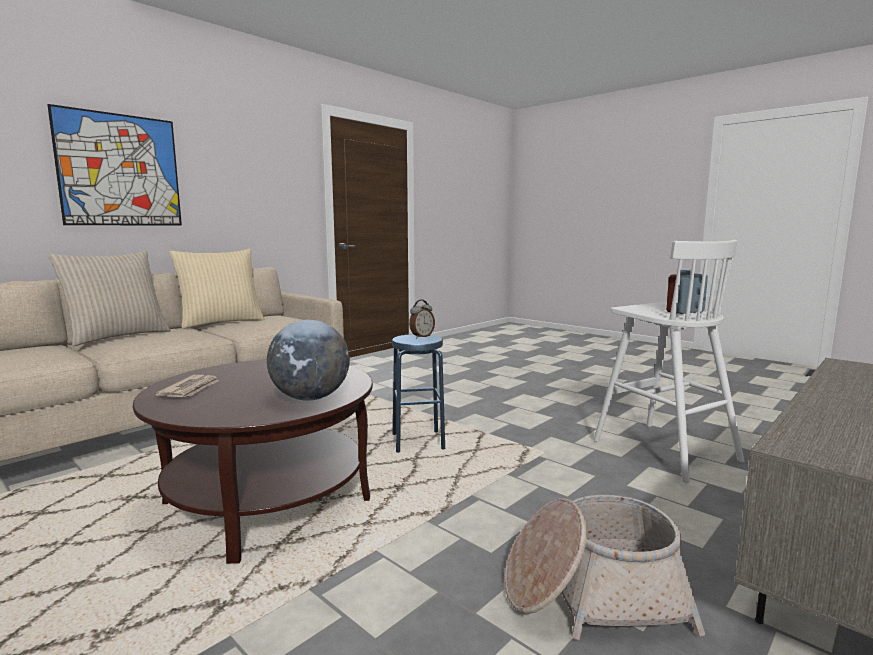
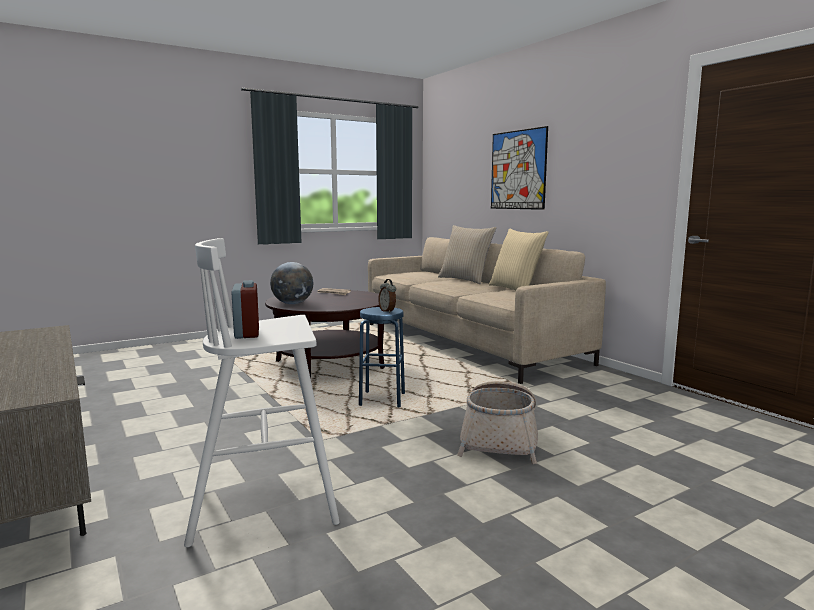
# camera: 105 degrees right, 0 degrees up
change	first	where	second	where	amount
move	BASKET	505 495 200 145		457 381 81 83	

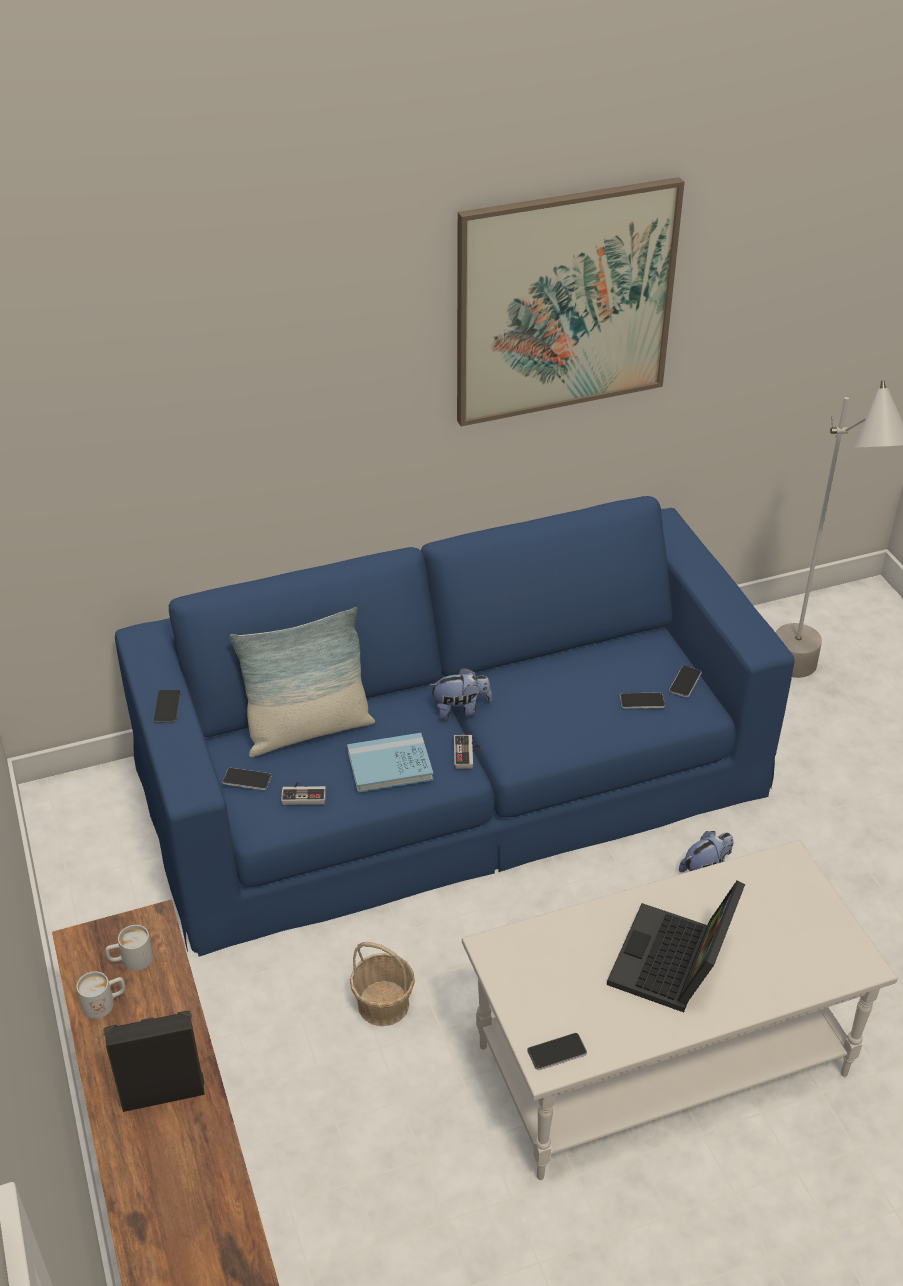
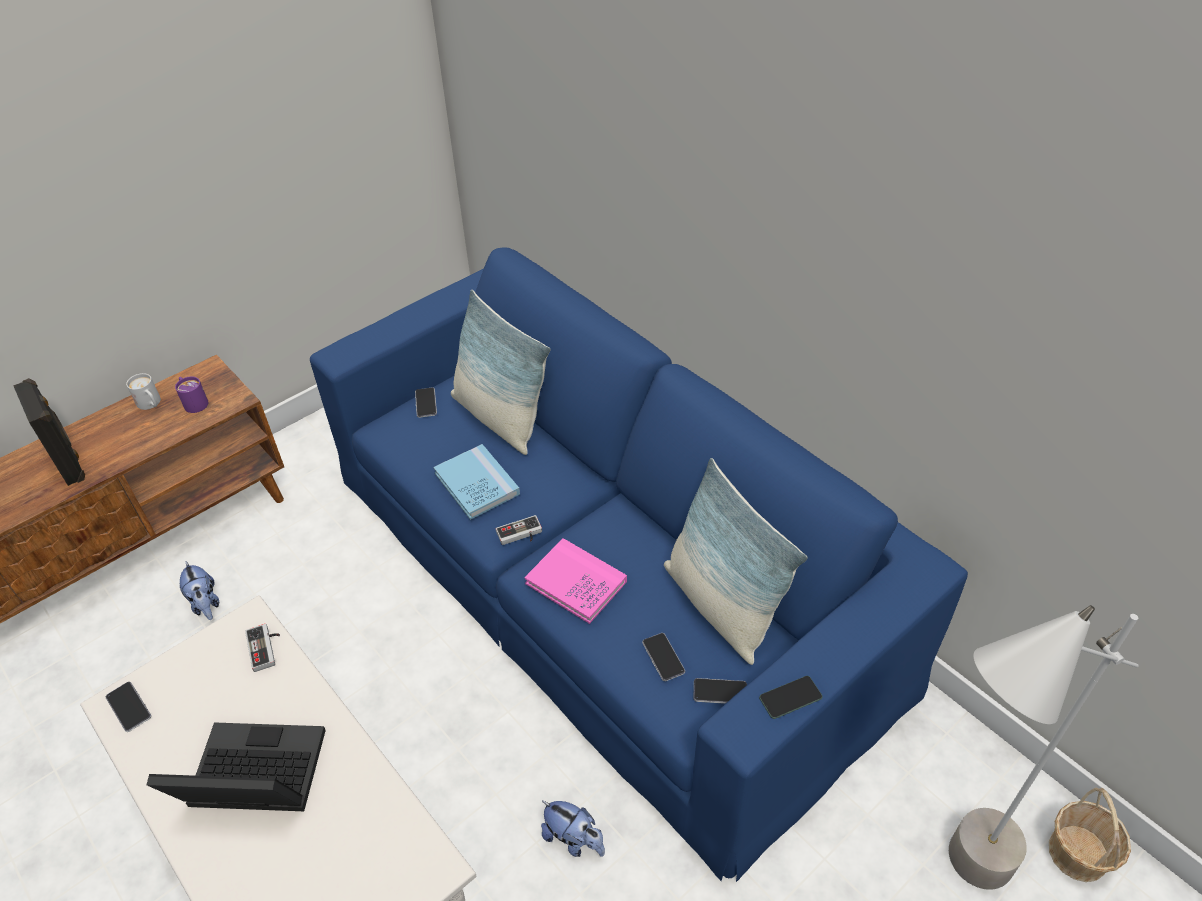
# camera: 70 degrees right, 5 degrees up
change	first	where	second	where	amount
recolor	WHITE MUG	105 925 48 46	PURPLE MUG	175 376 34 37	
move	PLUSH TOY	429 668 63 53		180 561 39 59	
move	GAME CONTROLLER	281 782 45 23		245 624 35 48	
insert			PINK BOOK	524 538 103 86	
insert			PILLOW	664 458 144 207	
move	PHONE	153 690 28 33		759 676 63 43	
move	BASKET	350 942 65 84		1049 788 82 94	
delete	PICTURE	457 177 228 249			

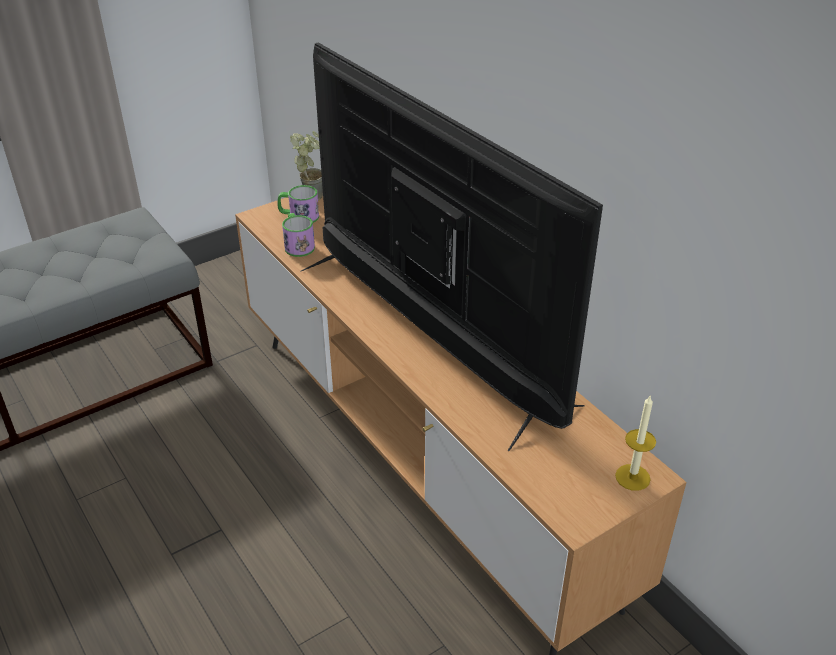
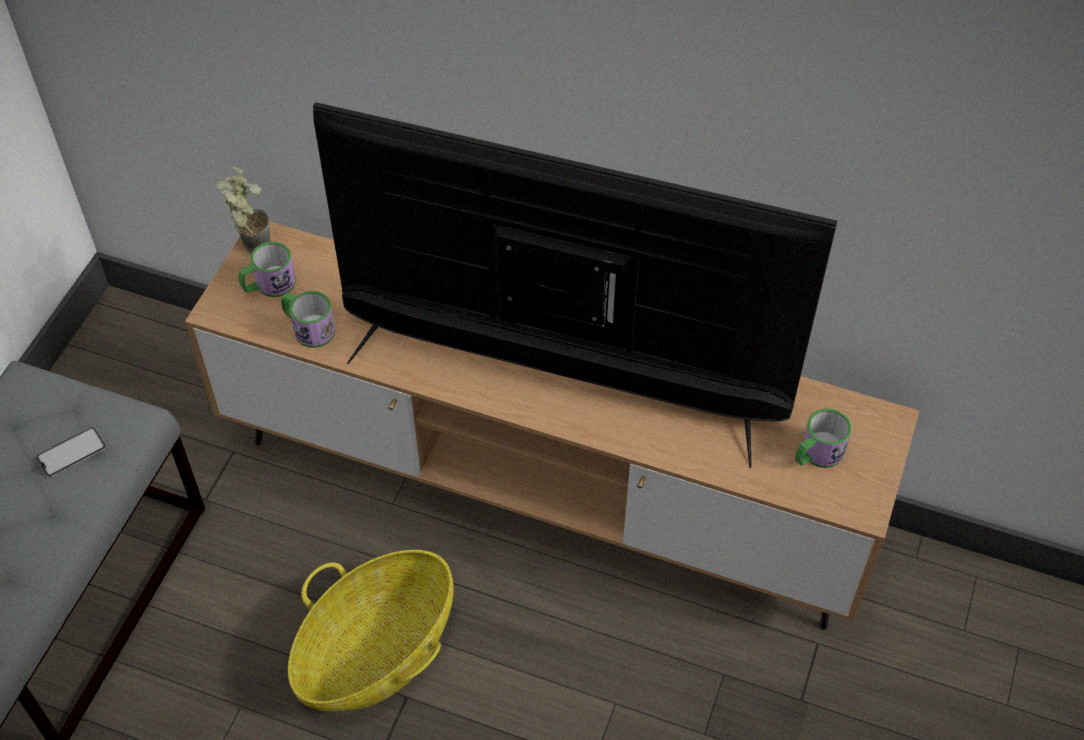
# camera: 35 degrees left, 15 degrees up
change	first	where	second	where	amount
insert			PHONE	37 427 68 50	
insert			BASKET	288 550 166 162	
insert			MUG	795 408 57 60	
delete	CANDLE	615 396 41 95			

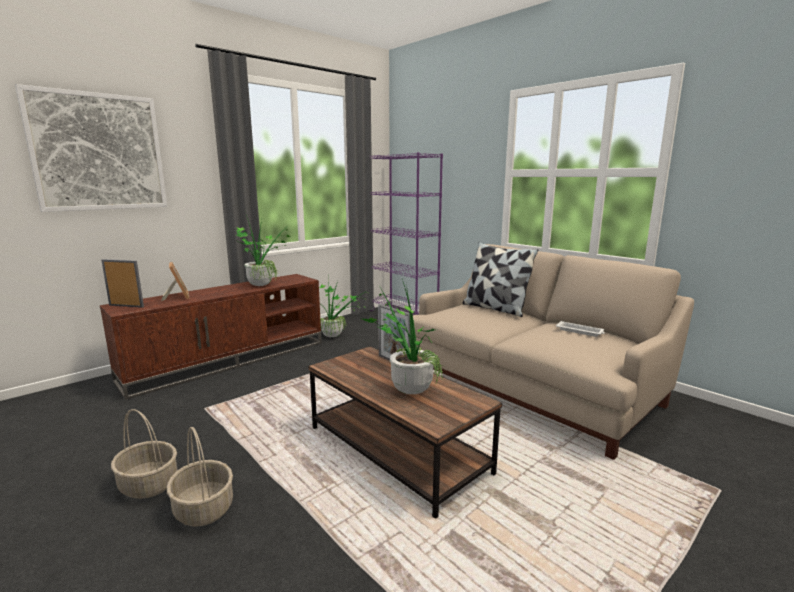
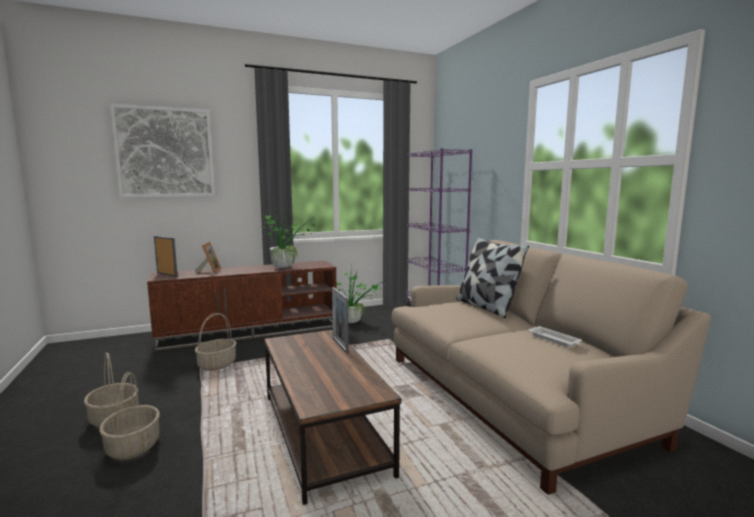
# camera: 20 degrees right, 5 degrees down
change	first	where	second	where	amount
insert			BASKET	195 313 41 58	
delete	POTTED PLANT	362 279 82 115			

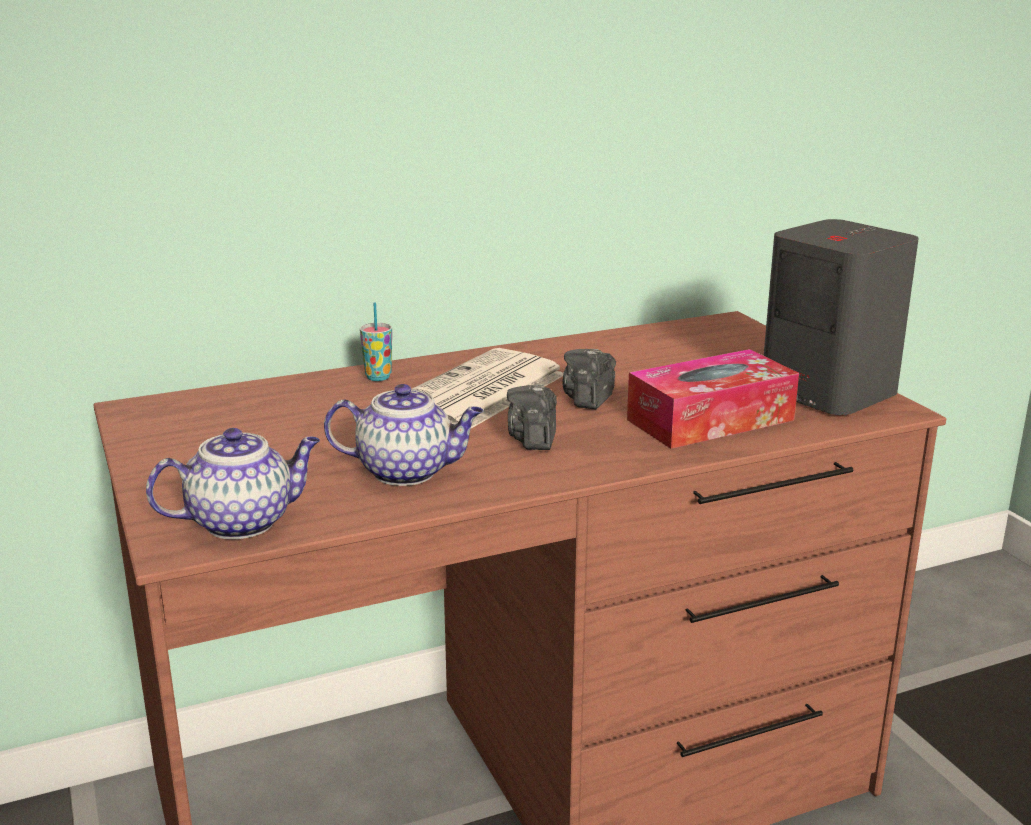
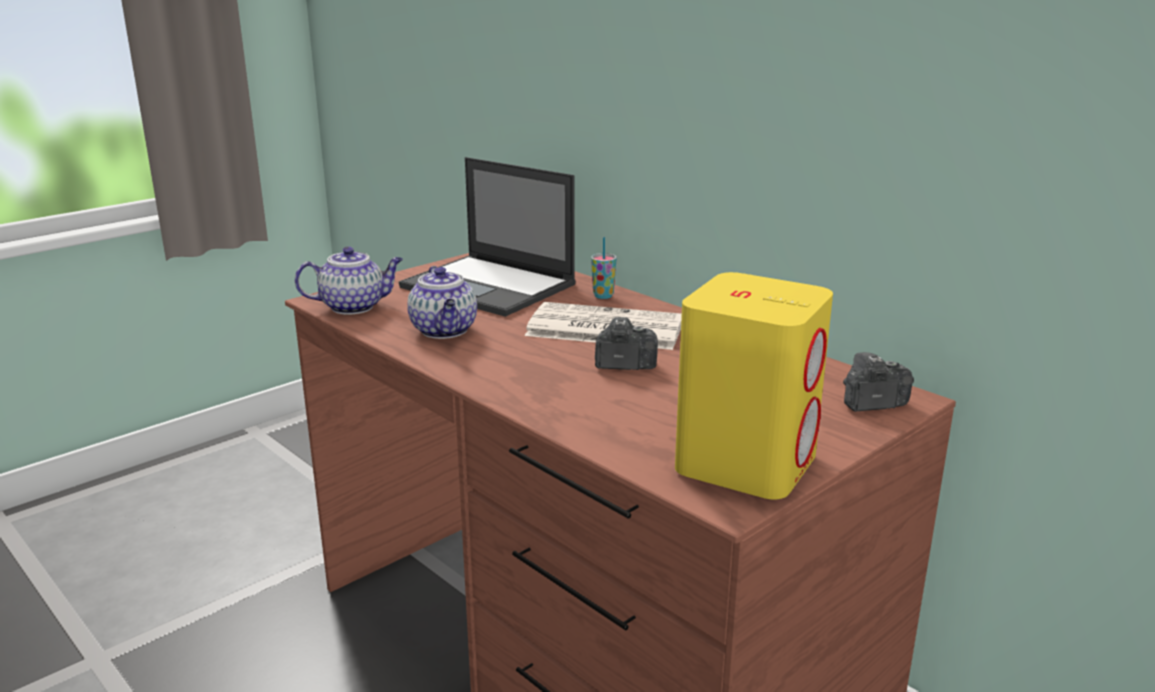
# camera: 70 degrees right, 0 degrees up
change	first	where	second	where	amount
rotate	TEAPOT	146 428 174 111		295 246 108 69	60 degrees counterclockwise
insert			LAPTOP	399 157 177 160	
recolor	GREY SPEAKER	764 219 155 196	YELLOW SPEAKER	675 272 158 227	
move	PHOTO CAMERA	507 385 50 65		843 352 71 60	
delete	TISSUE BOX	627 349 172 100			

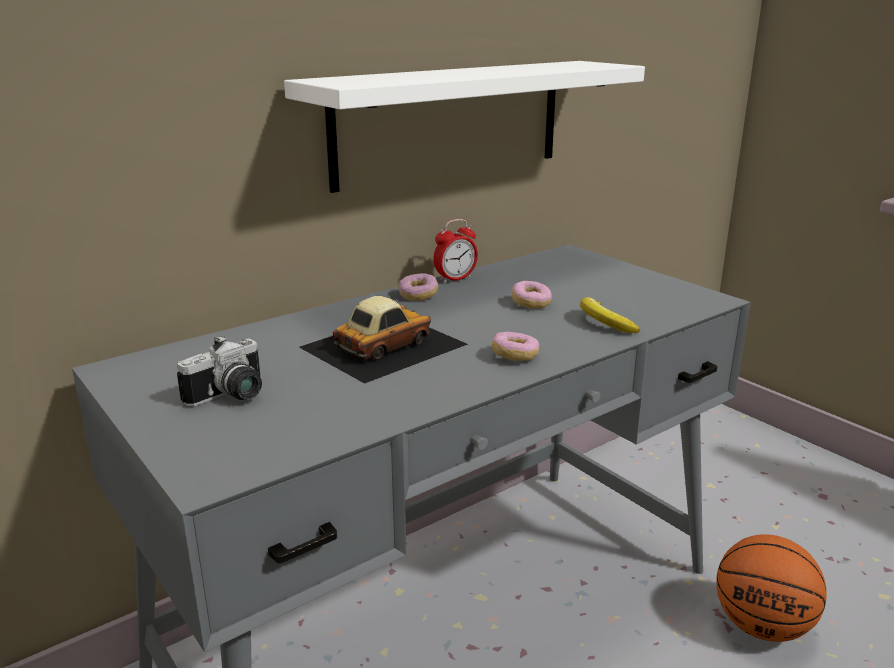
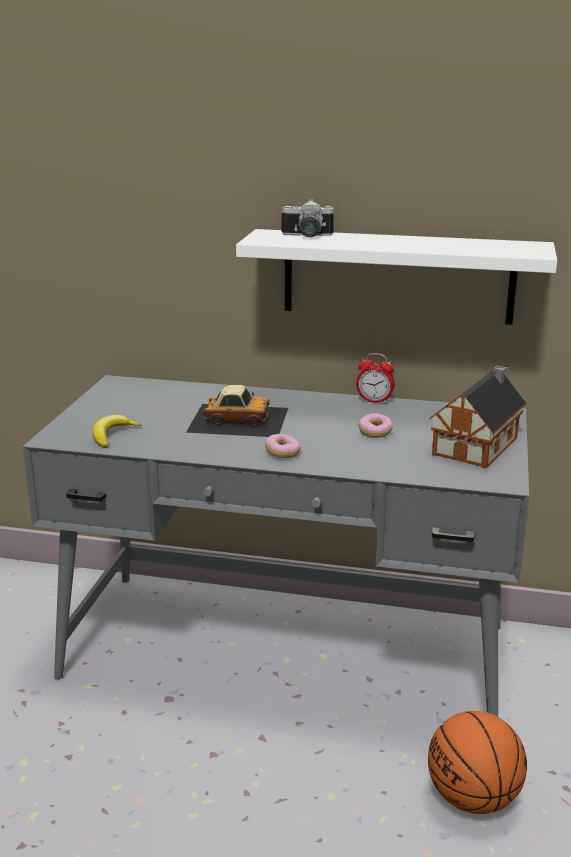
# camera: 50 degrees right, 0 degrees up
change	first	where	second	where	amount
move	BANANA	580 297 60 36		93 415 49 33	
move	PHOTO CAMERA	177 335 85 72		282 199 52 38	
insert			TOY HOUSE	429 366 98 102	
delete	DONUT	398 273 40 28			

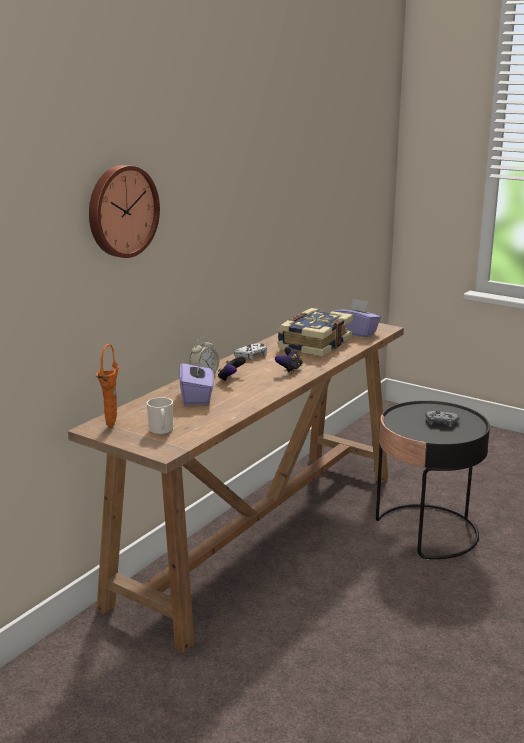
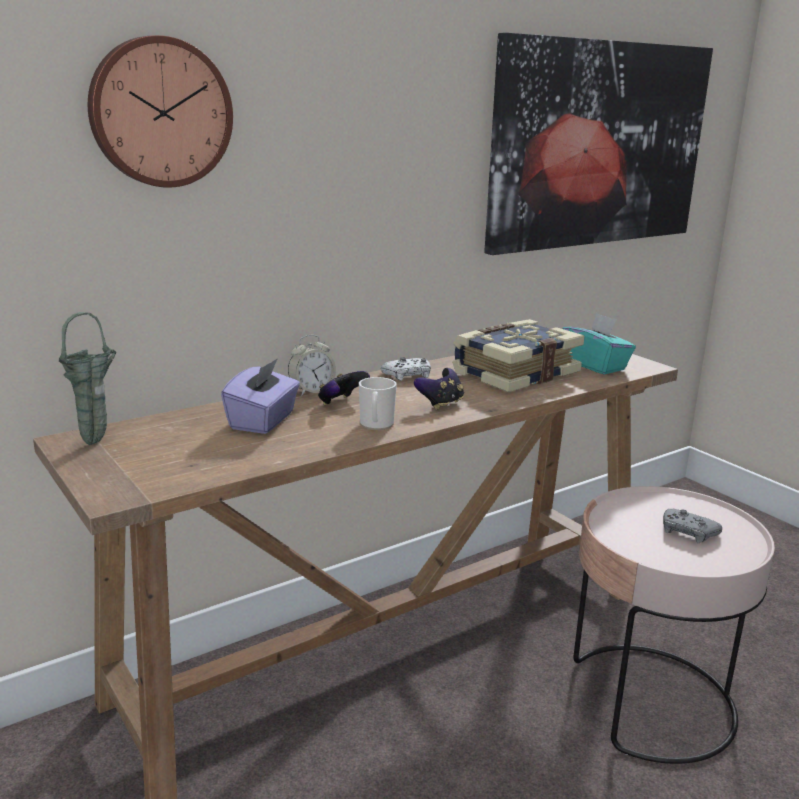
# camera: 20 degrees right, 0 degrees up
change	first	where	second	where	amount
recolor	ORANGE VASE	95 344 24 84	GREEN VASE	59 312 57 133	
move	MUG	147 397 26 38		359 377 38 53	
insert			PICTURE	484 32 229 223	
recolor	PURPLE TISSUE BOX	333 299 48 38	TURQUOISE TISSUE BOX	563 313 73 62	
recolor	BLACK SIDE TABLE	376 400 114 159	PINK SIDE TABLE	573 486 202 278	

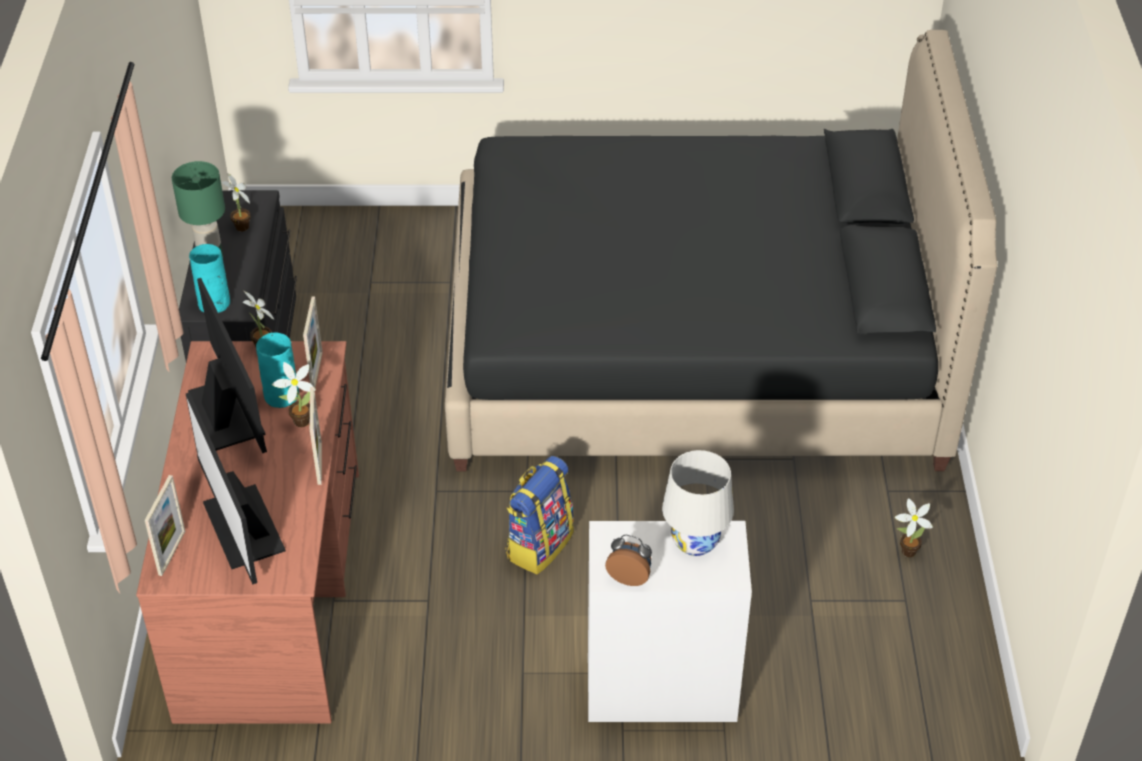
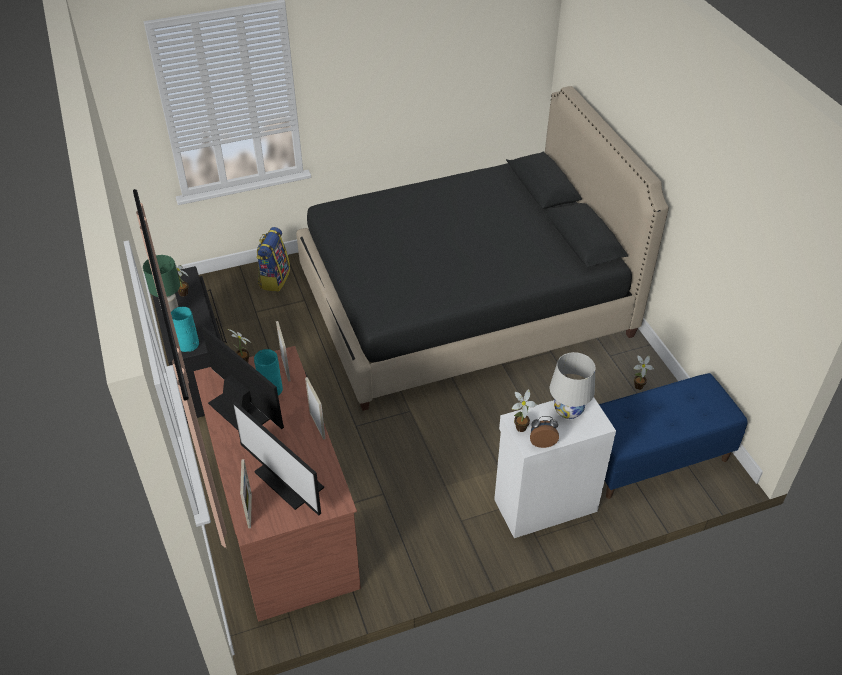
# camera: 20 degrees left, 0 degrees up
change	first	where	second	where	amount
move	BACKPACK	505 456 69 118		256 227 34 65	
move	POTTED PLANT	272 362 44 65		512 389 25 43	
insert			BLUE BENCH	599 373 149 126	

